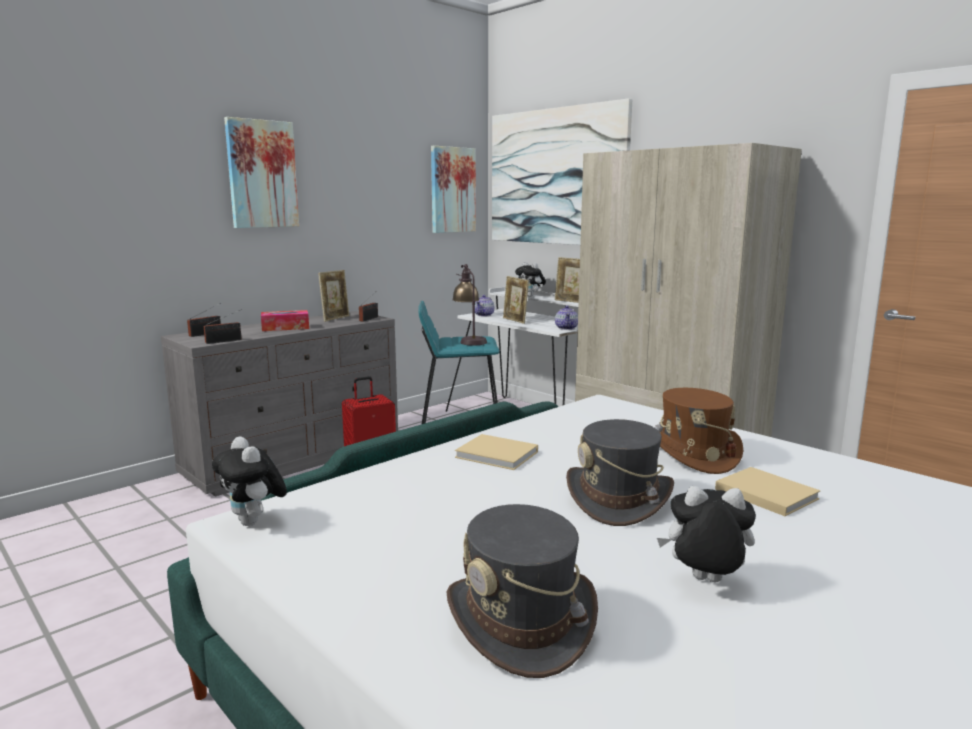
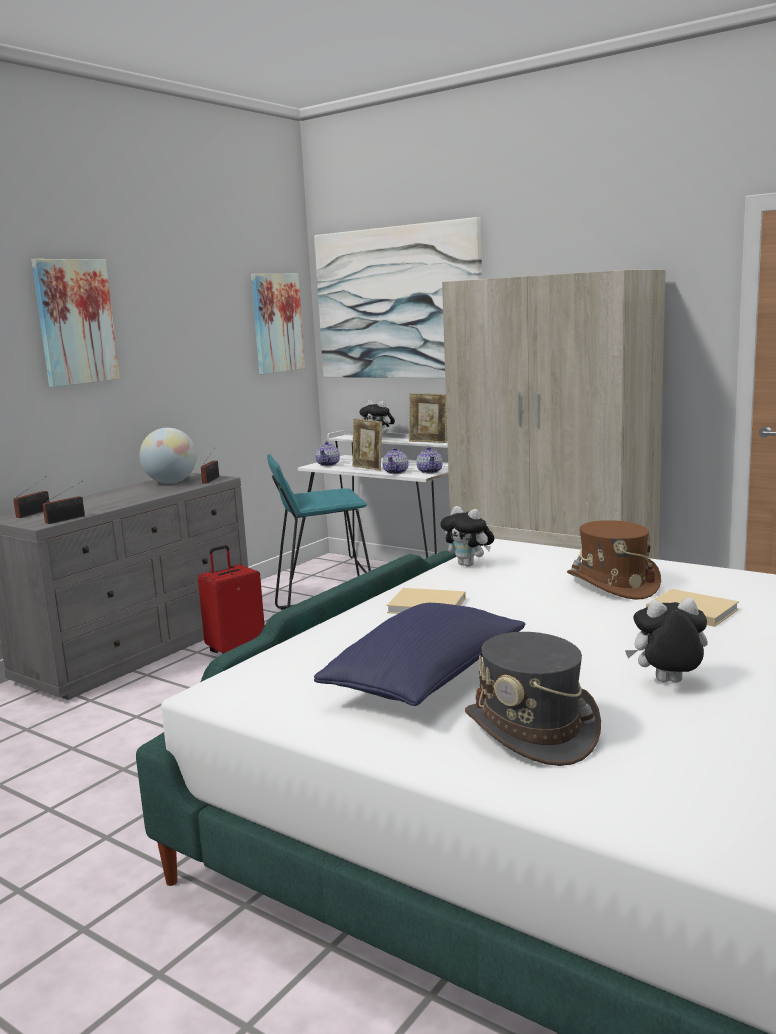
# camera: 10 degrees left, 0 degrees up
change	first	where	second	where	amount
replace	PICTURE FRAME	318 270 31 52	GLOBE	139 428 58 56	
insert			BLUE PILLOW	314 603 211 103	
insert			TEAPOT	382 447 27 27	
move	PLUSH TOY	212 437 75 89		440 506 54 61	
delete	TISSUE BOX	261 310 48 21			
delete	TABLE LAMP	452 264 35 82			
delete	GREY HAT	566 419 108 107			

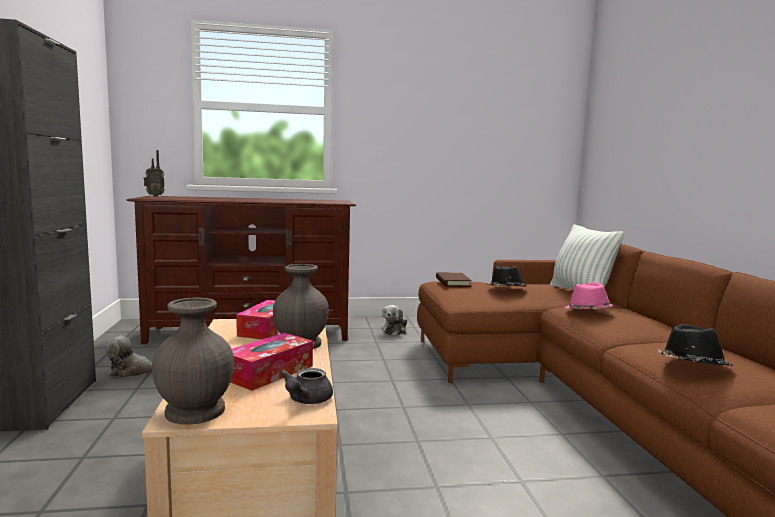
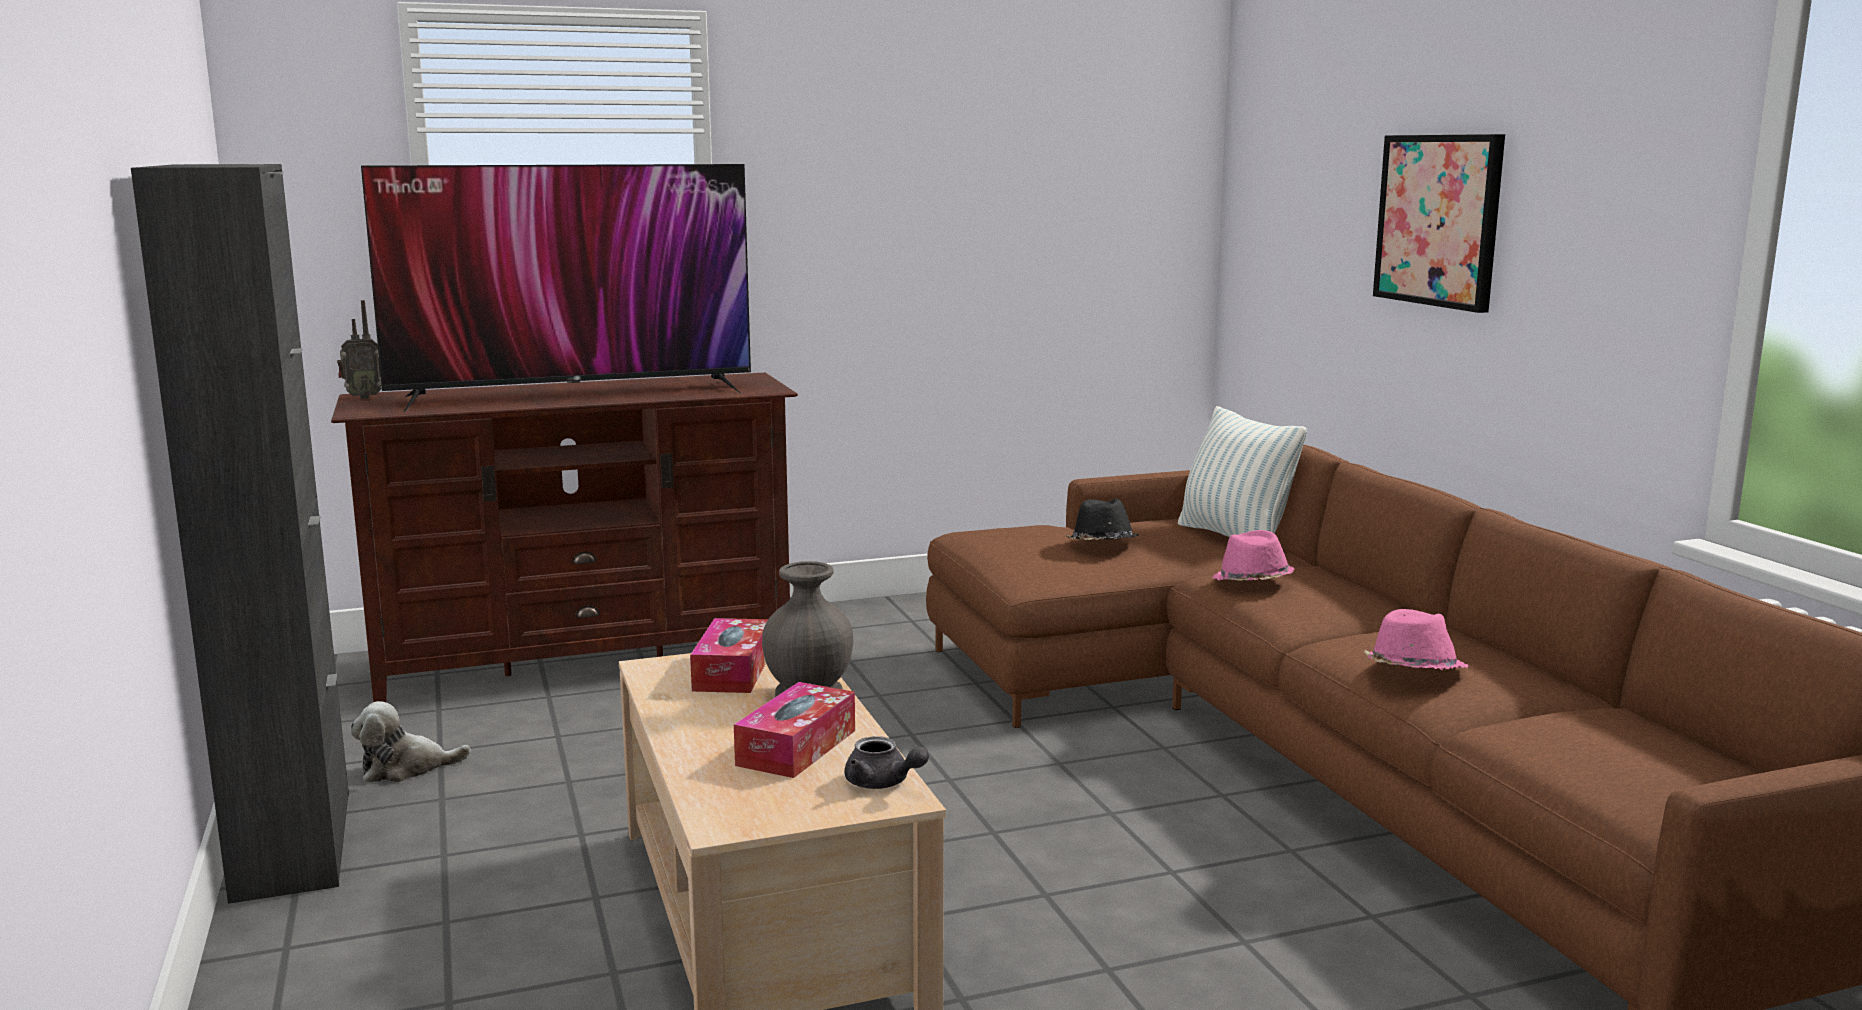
# camera: 10 degrees left, 5 degrees up
change	first	where	second	where	amount
insert			TELEVISION	361 164 390 248	
rotate	GREY TEAPOT	280 368 53 36		844 736 85 53	60 degrees counterclockwise
recolor	BLACK HAT	658 324 75 42	PINK HAT	1363 609 105 61	
insert			PICTURE	1373 134 132 179	
delete	GREY VASE	152 297 82 128			
delete	PLUSH TOY	382 305 25 31			
delete	BROWN BOOK	436 272 36 15			

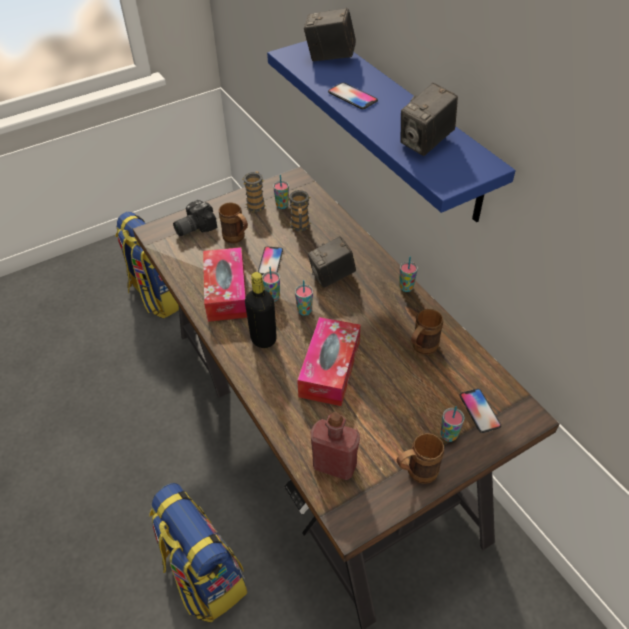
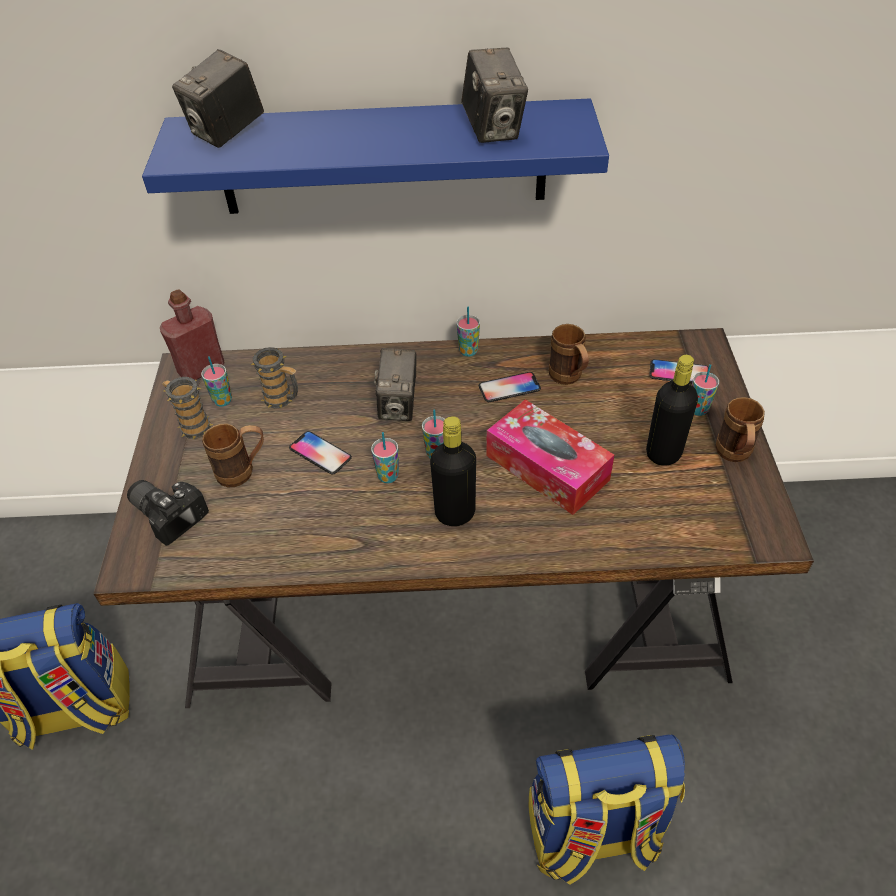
# camera: 60 degrees left, 0 degrees up
change	first	where	second	where	amount
rotate	PHOTO CAMERA	173 200 45 36		127 480 82 66	135 degrees clockwise
move	RED BOTTLE	311 412 49 68		160 289 64 91	
move	PHONE	328 83 50 26		479 372 62 30	
insert			BLACK BOTTLE	646 355 52 111	
delete	TISSUE BOX	203 247 44 75			

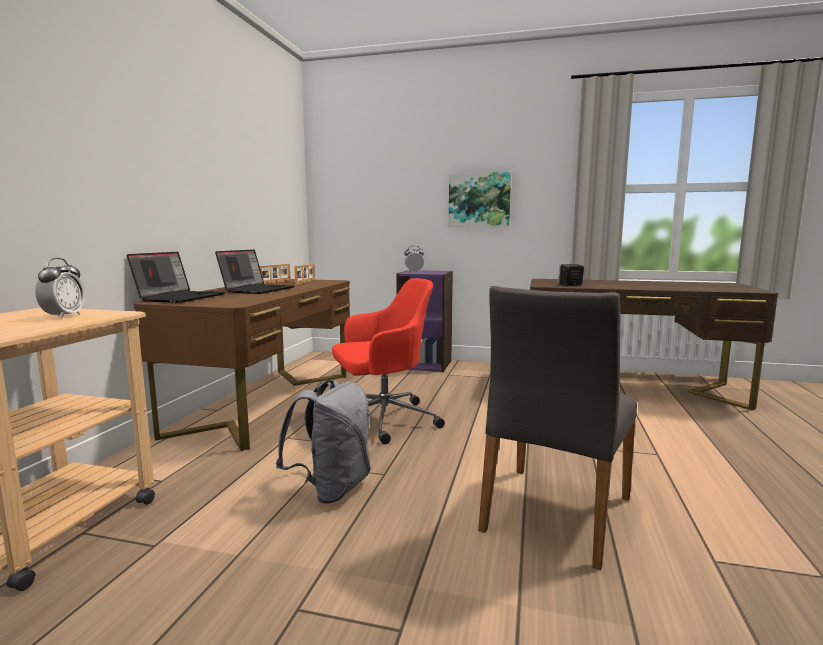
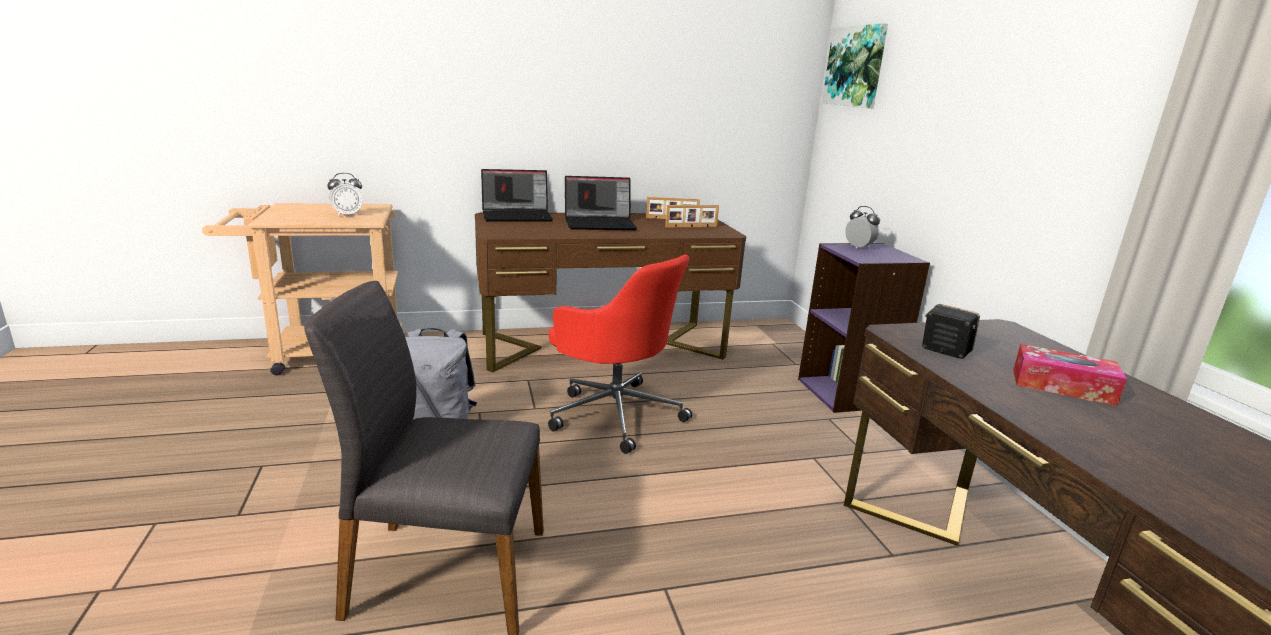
# camera: 60 degrees right, 10 degrees up
change	first	where	second	where	amount
move	PICTURE	449 172 62 55		822 23 66 86	
insert			TISSUE BOX	1013 344 114 62	

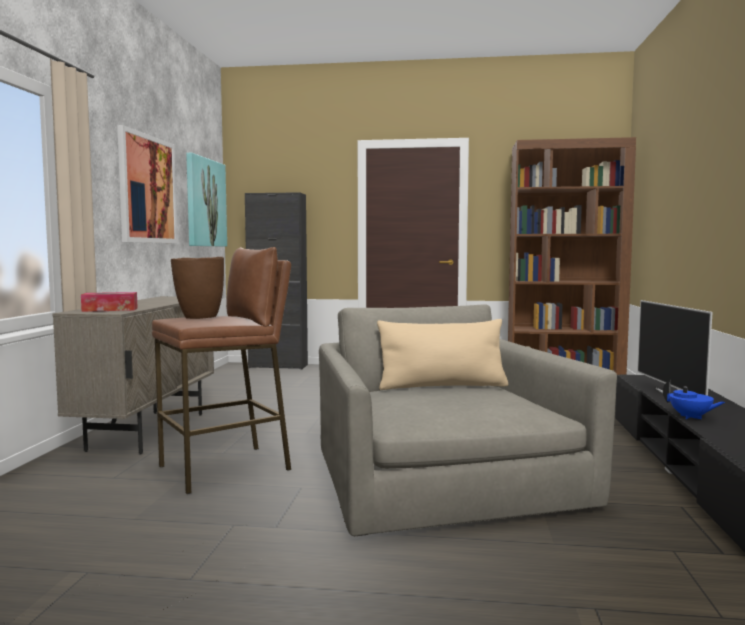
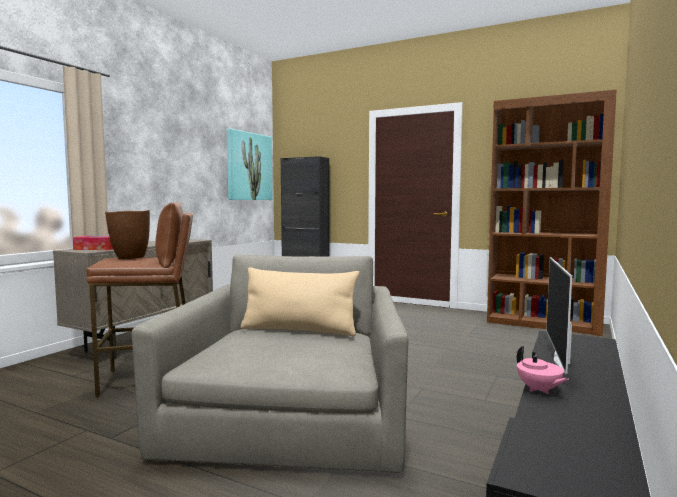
# camera: 20 degrees right, 0 degrees up
change	first	where	second	where	amount
recolor	BLUE TEAPOT	663 380 62 39	PINK TEAPOT	517 346 52 48	
delete	PICTURE	117 125 60 118			

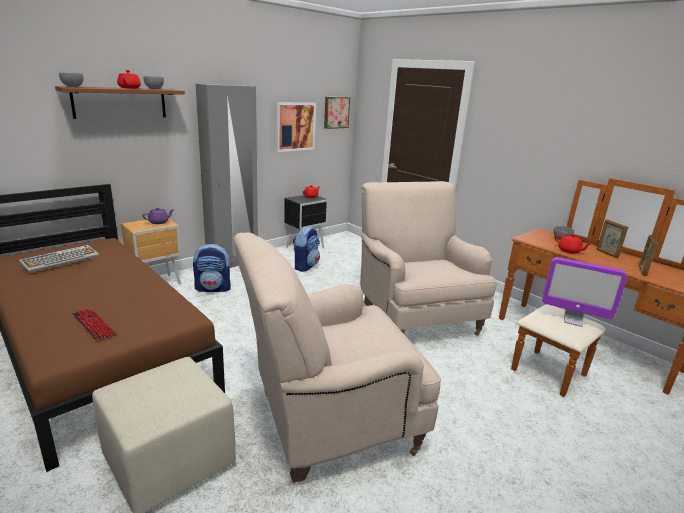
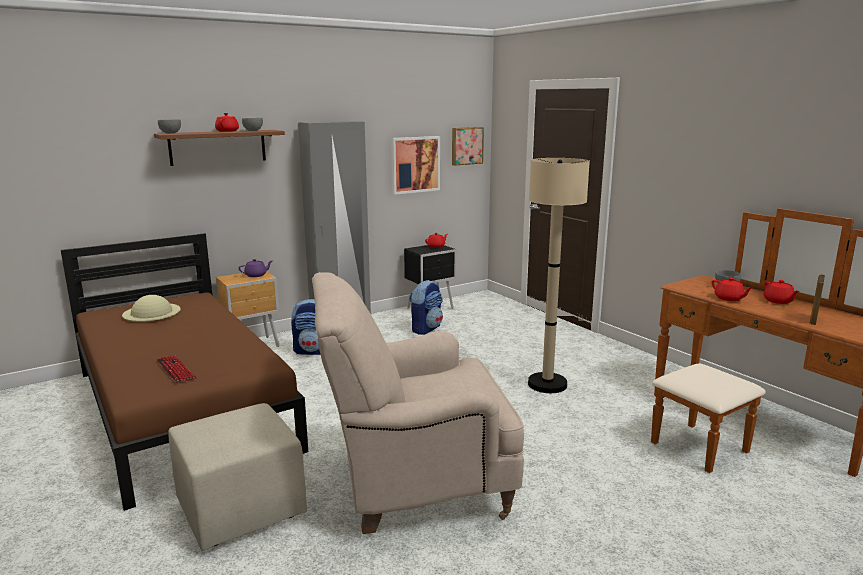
# camera: 10 degrees right, 5 degrees down
change	first	where	second	where	amount
replace	KEYBOARD	18 245 81 28	BEIGE HAT	122 295 59 27	
replace	BEIGE ARMCHAIR	360 181 137 154	BEIGE FLOOR LAMP	528 158 62 235	
replace	PICTURE FRAME	596 220 32 38	RED TEAPOT	763 280 36 24	
delete	MONITOR	542 257 85 70			

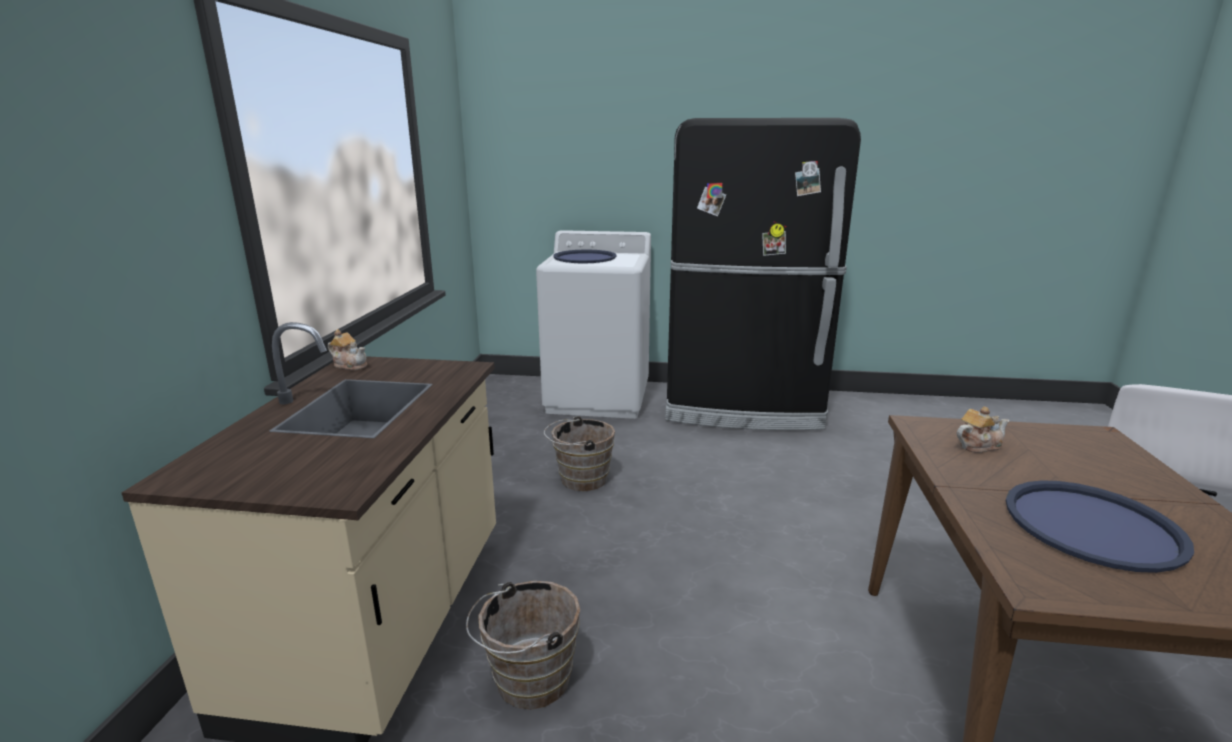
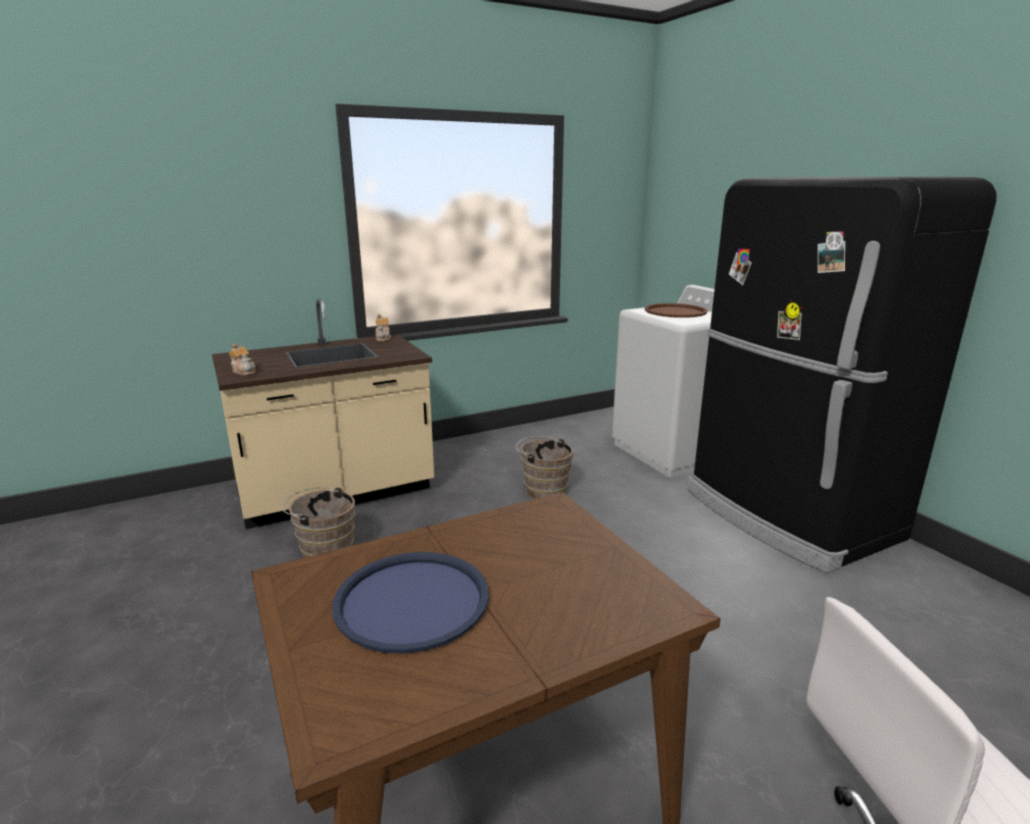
# camera: 55 degrees right, 0 degrees up
change	first	where	second	where	amount
move	TEAPOT	957 407 52 46		229 343 27 32	
recolor	BLUE TRAY	553 250 63 13	BROWN TRAY	645 303 63 15	

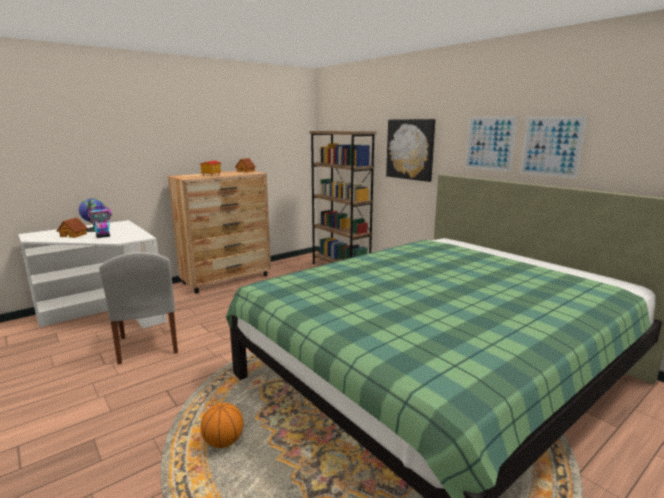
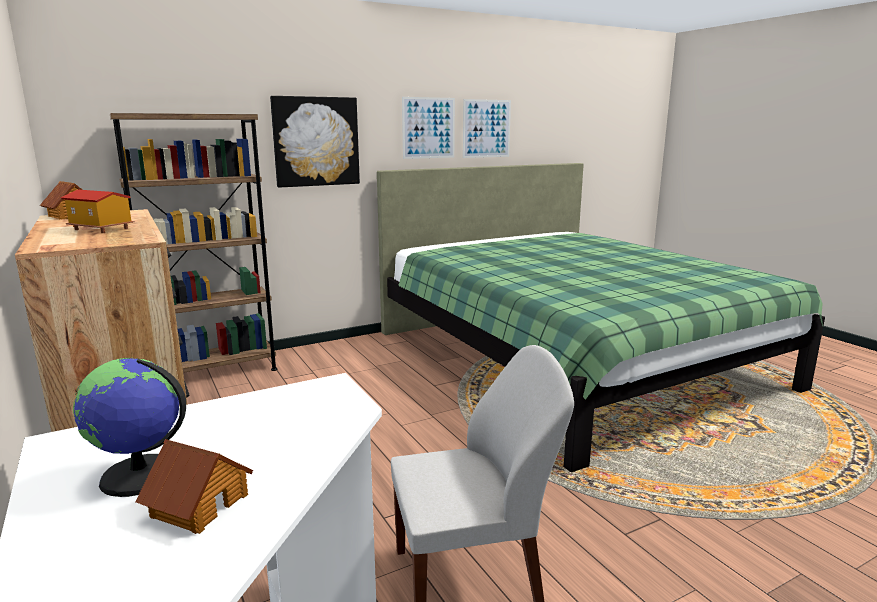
# camera: 80 degrees left, 0 degrees up
change	first	where	second	where	amount
delete	TOY ROBOT	88 203 24 35			
delete	BASKETBALL	200 403 44 45			

